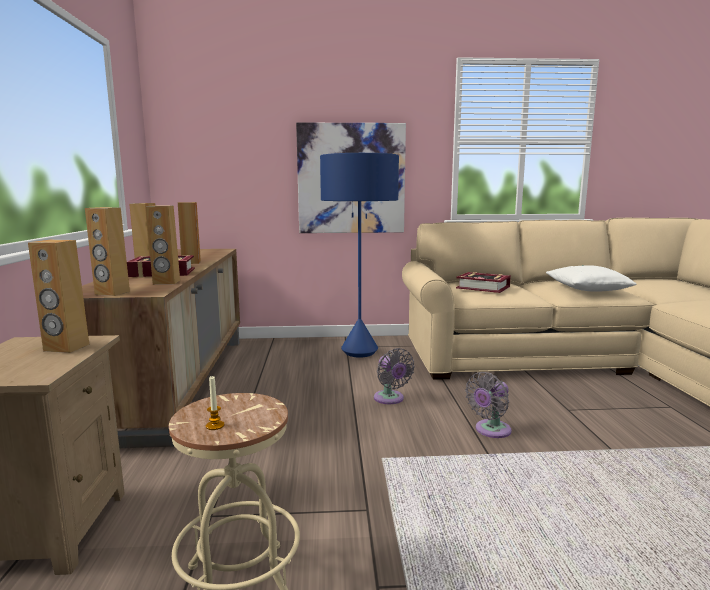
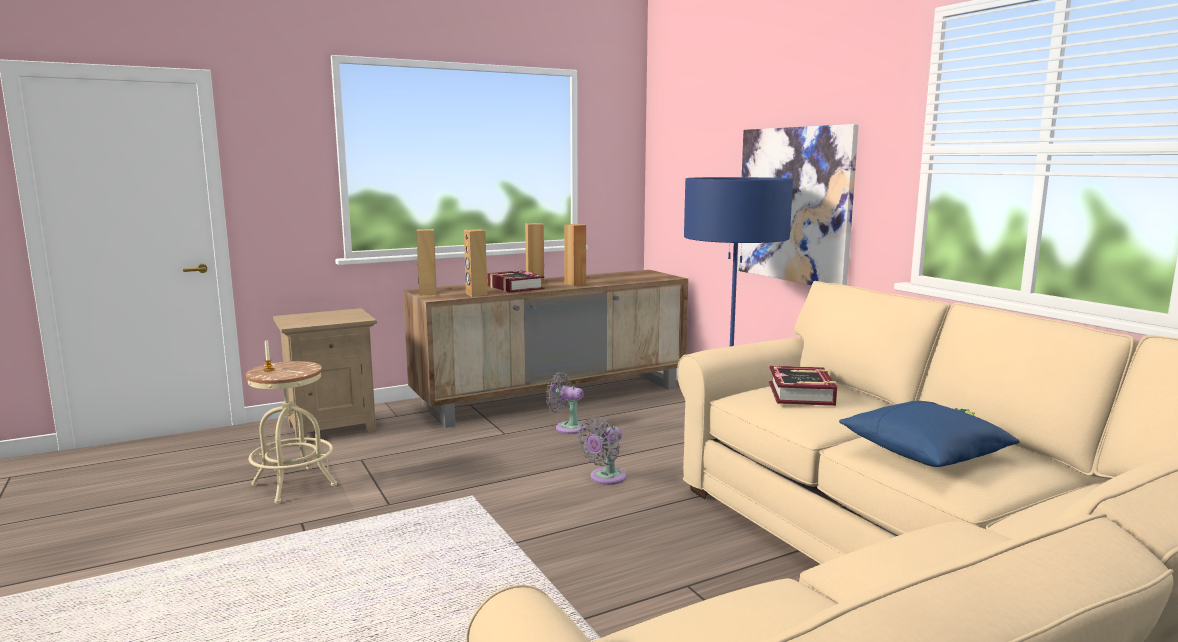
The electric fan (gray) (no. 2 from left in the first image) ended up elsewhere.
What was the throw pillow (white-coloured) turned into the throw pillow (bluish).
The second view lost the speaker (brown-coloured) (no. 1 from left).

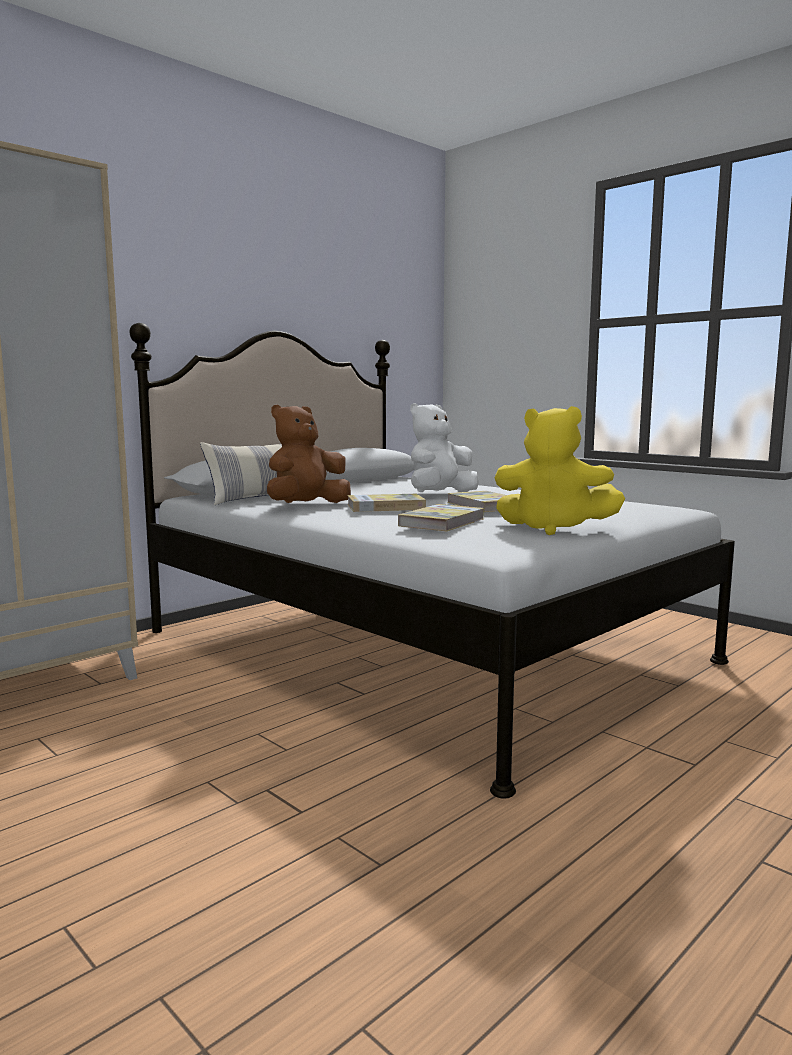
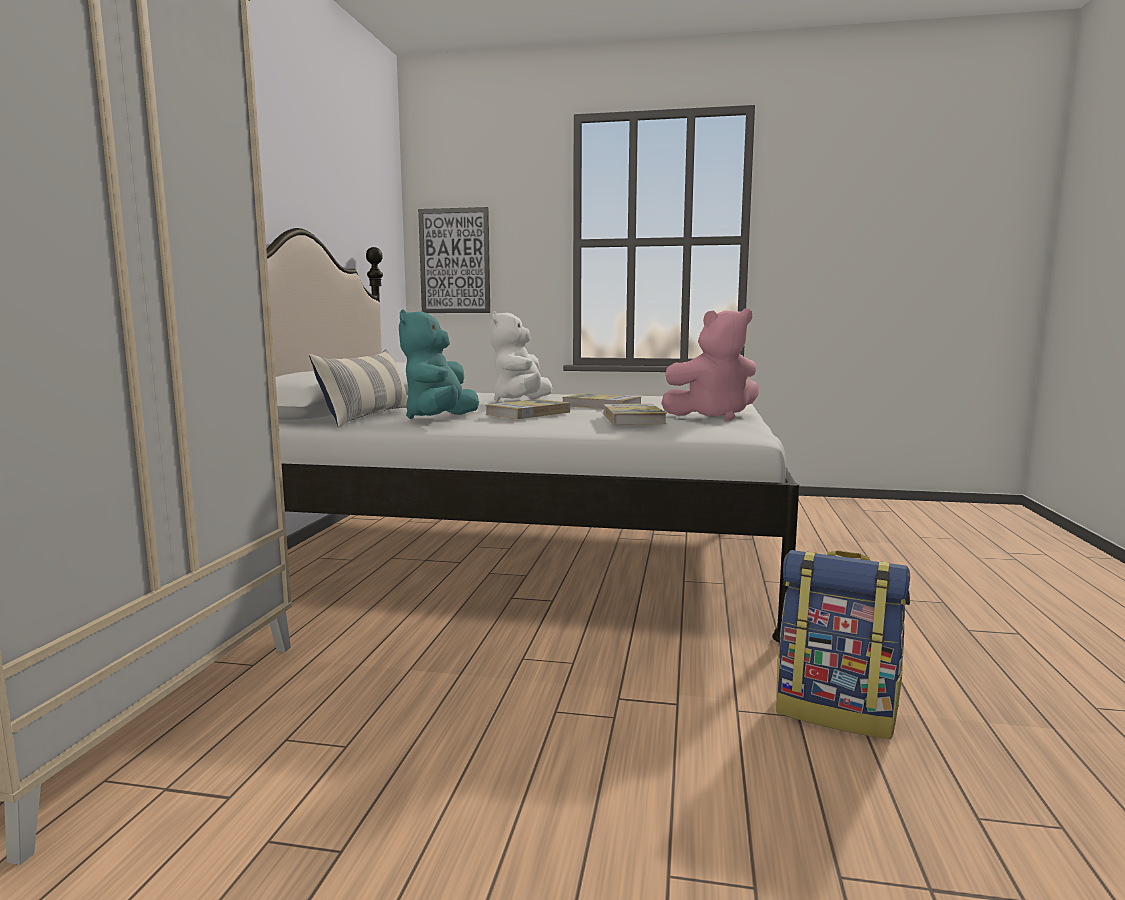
What was the cuddly toy (brown-coloured) turned into the cuddly toy (turquoise).
The second view gained the wall art.
What was the cuddly toy (yellow) turned into the cuddly toy (pinkish).
The second view gained the knapsack.

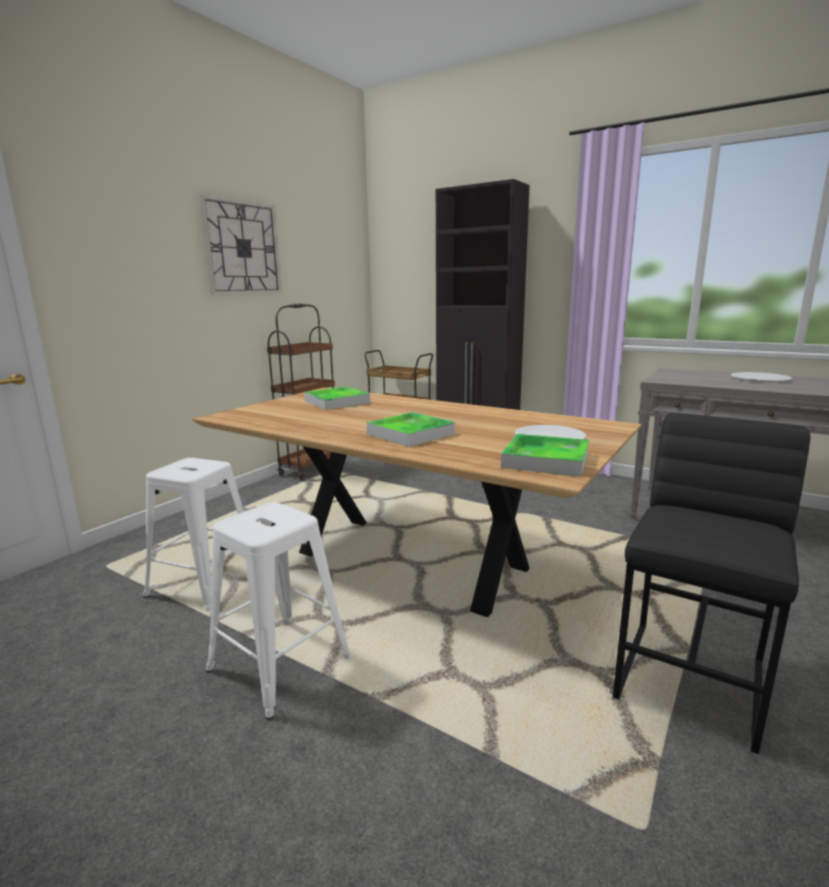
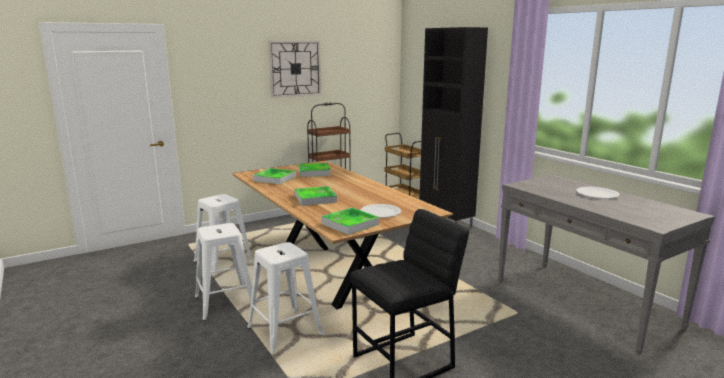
The second view gained the stool seat (white-coloured) (no. 3 from left).
The second view gained the tray (no. 1 from left).

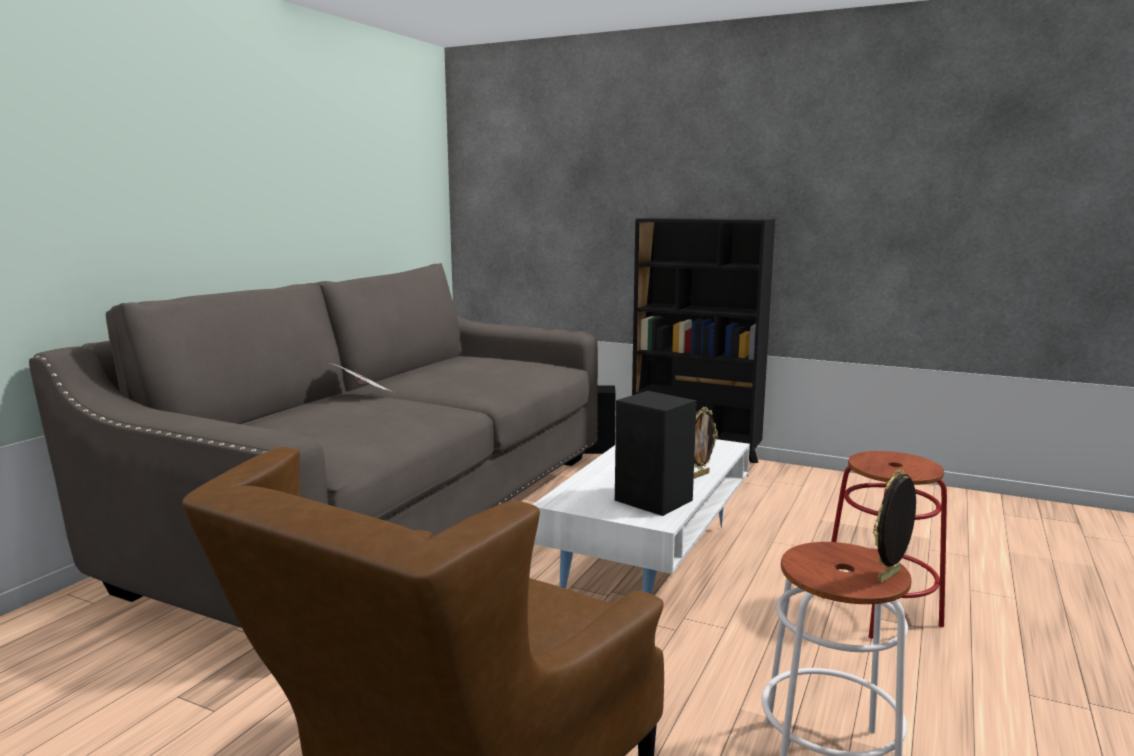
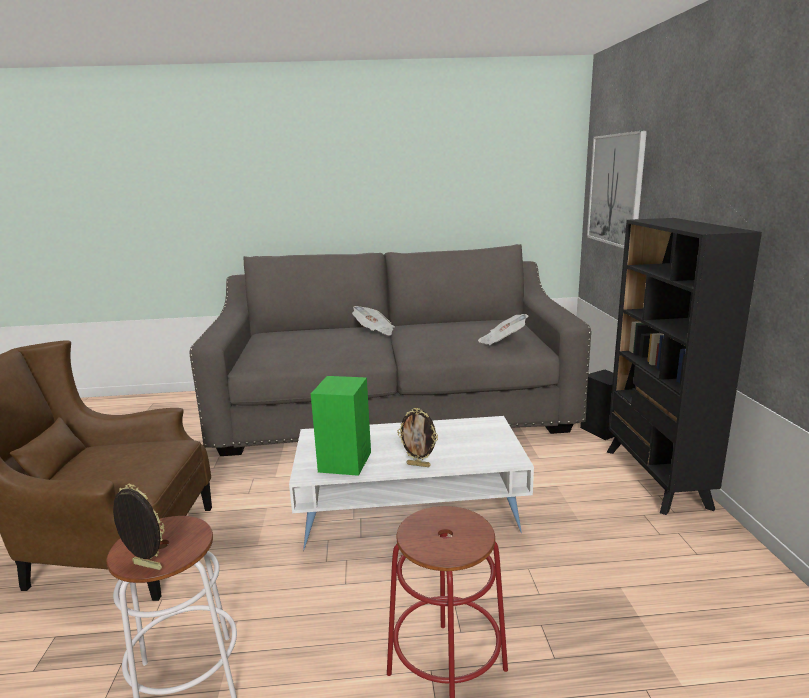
What was the speaker (black-coloured) (no. 2 from left) turned into the speaker (green-coloured).
The second view gained the printed paper (no. 2 from left).
The second view gained the wall art.

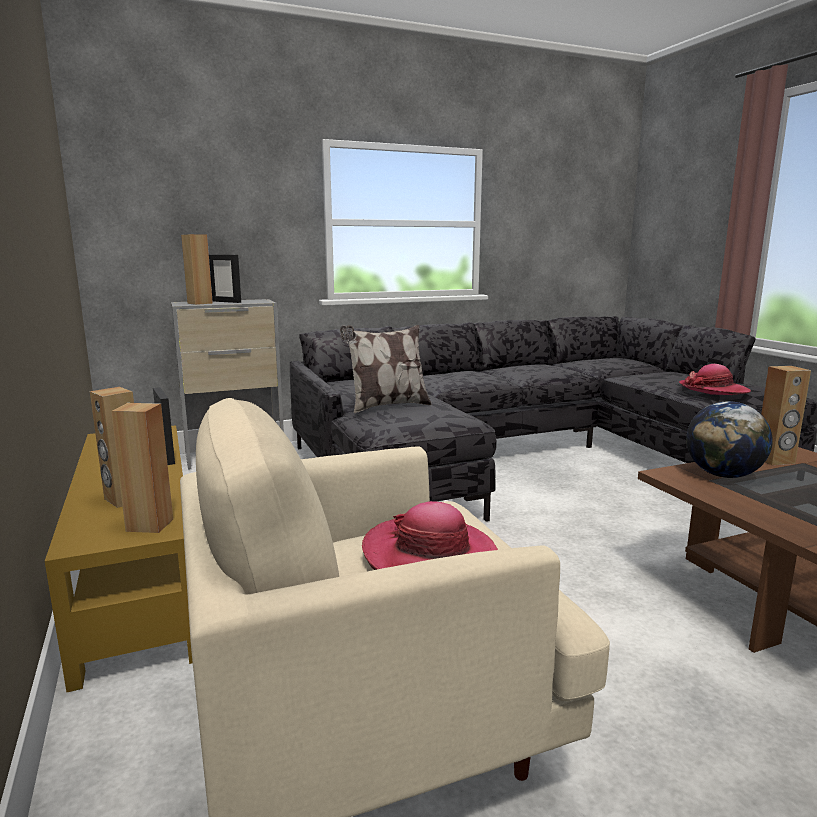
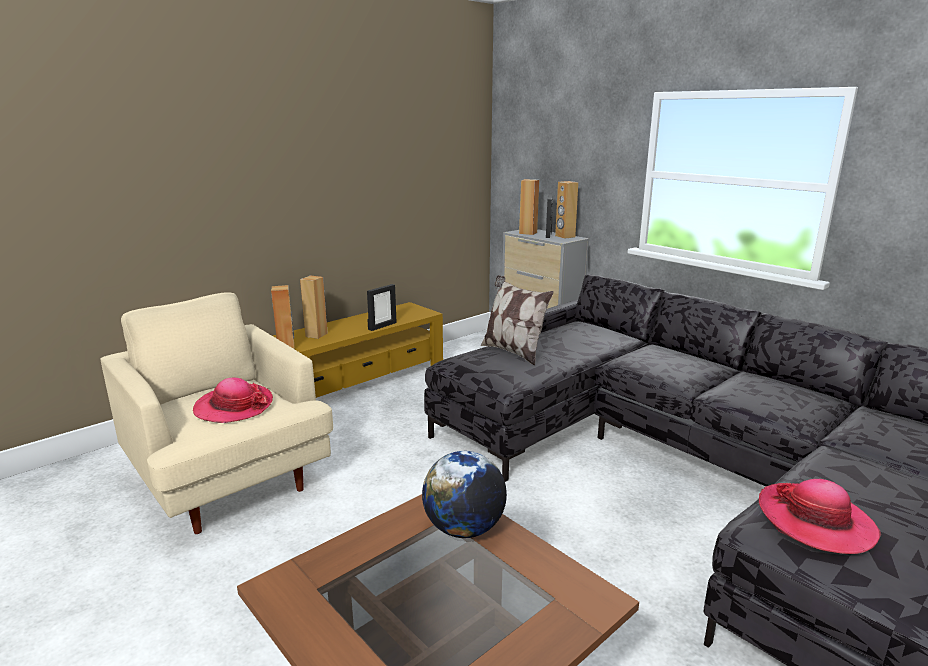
The speaker (brown-coloured) (no. 4 from left) ended up elsewhere.

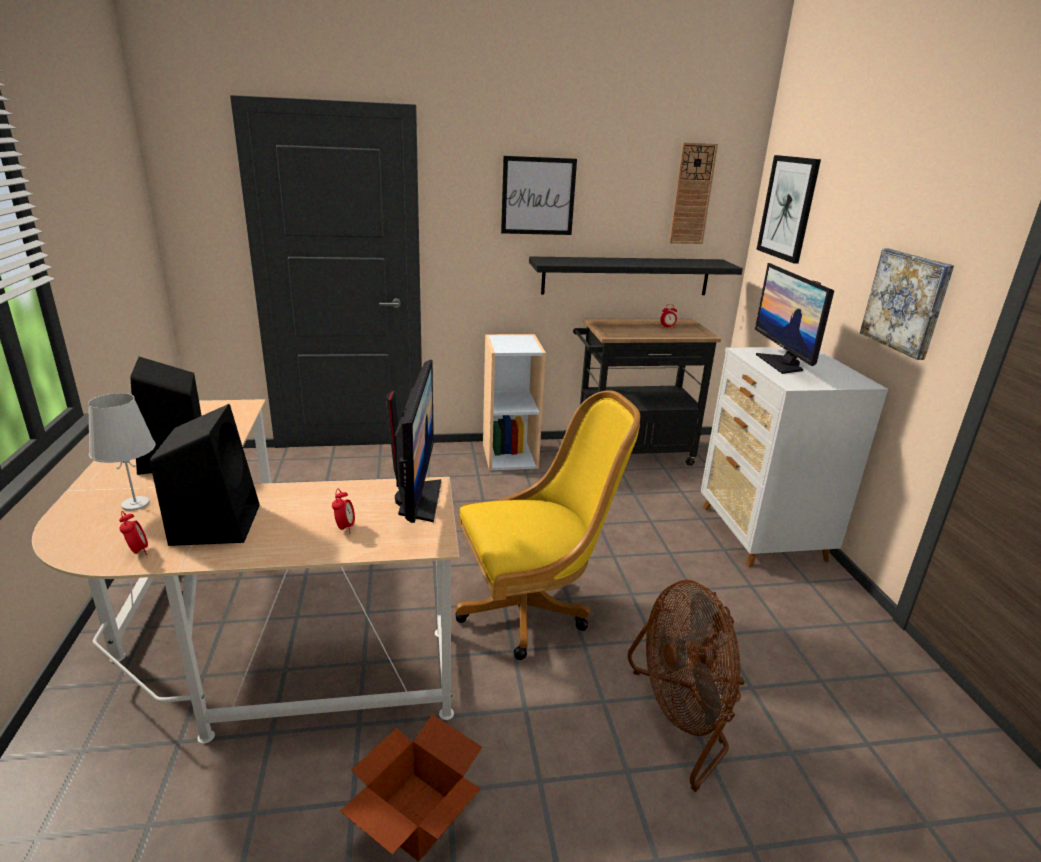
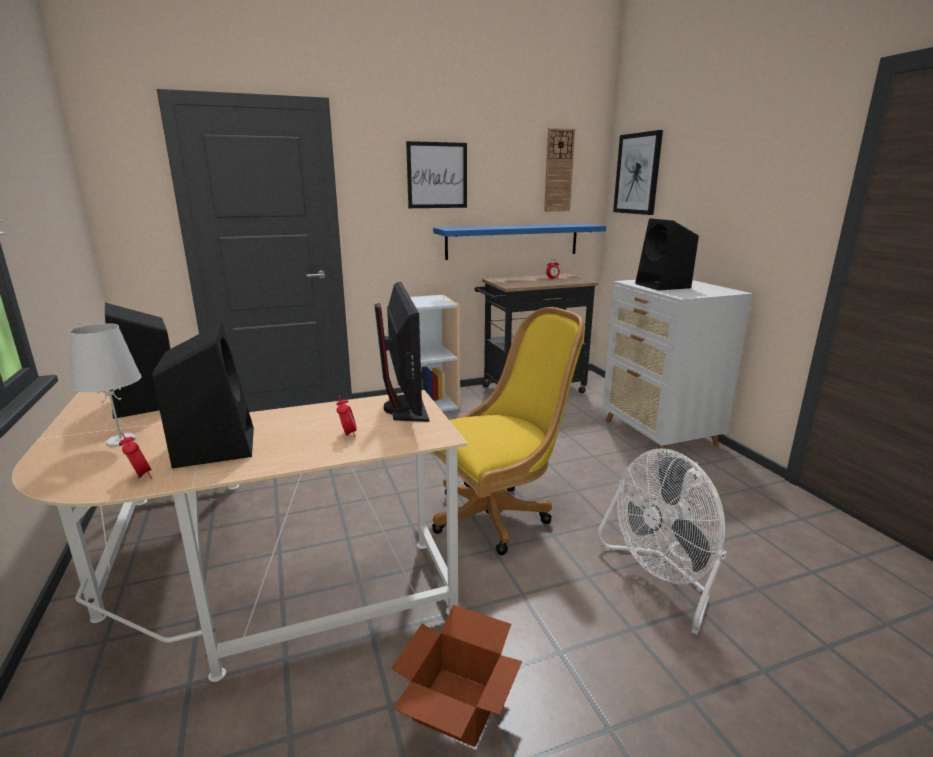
What was the wall shelf (black-coloured) turned into the wall shelf (bluish).
What was the electric fan (brown-coloured) turned into the electric fan (white-coloured).
Where the computer display (no. 2 from left) stood, the speaker (black-coloured) (no. 3 from left) came to stand.
The second view lost the wall art (no. 3 from left).

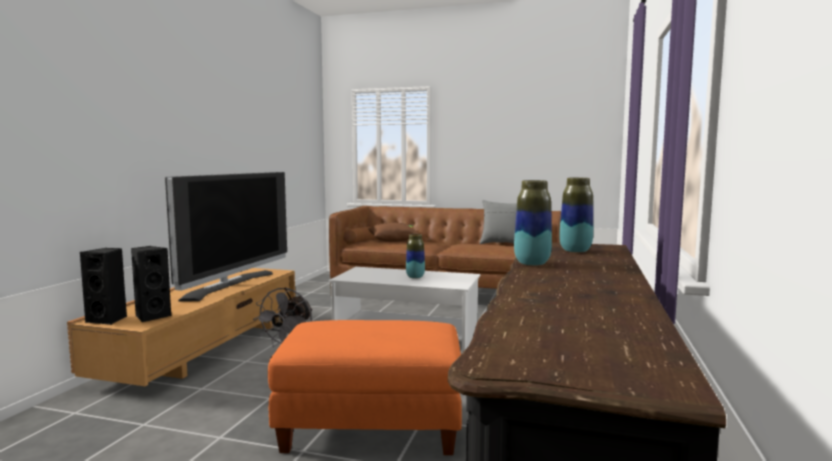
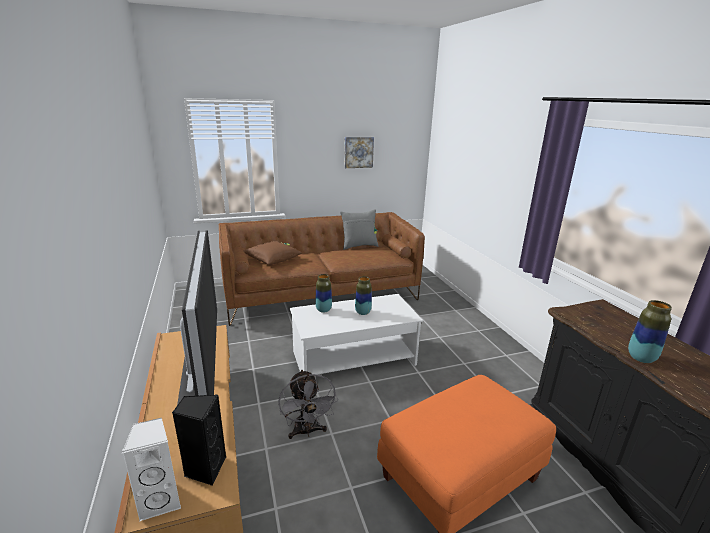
What was the speaker (black-coloured) (no. 1 from left) turned into the speaker (white-coloured).
The flower vase (no. 3 from left in the first image) ended up elsewhere.
The second view gained the wall art.

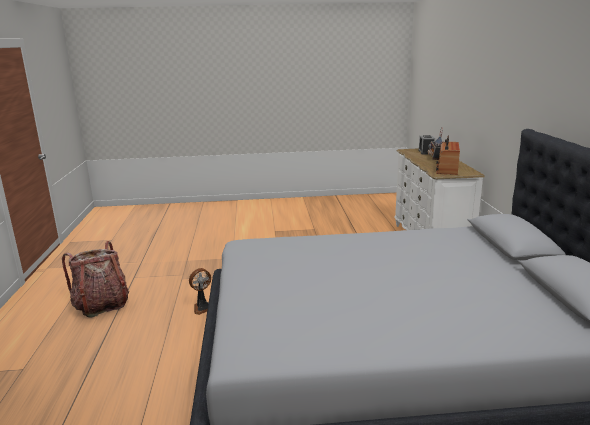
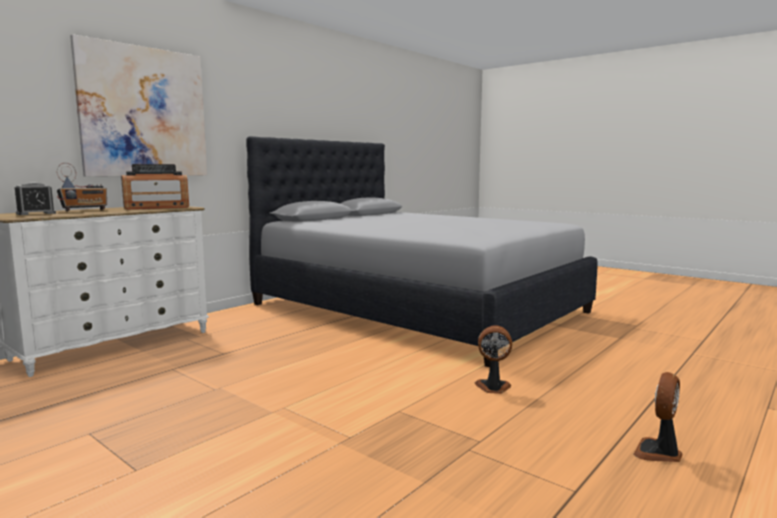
The second view gained the wall art.
Where the knapsack stood, the electric fan (no. 2 from left) came to stand.

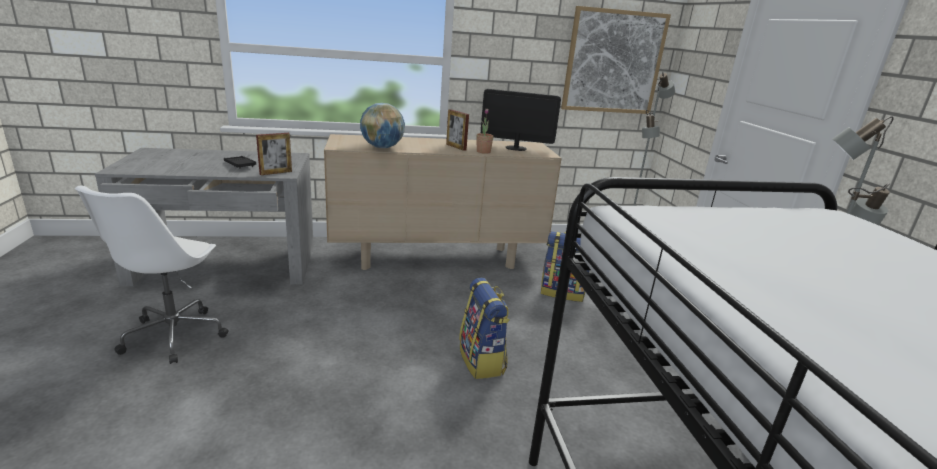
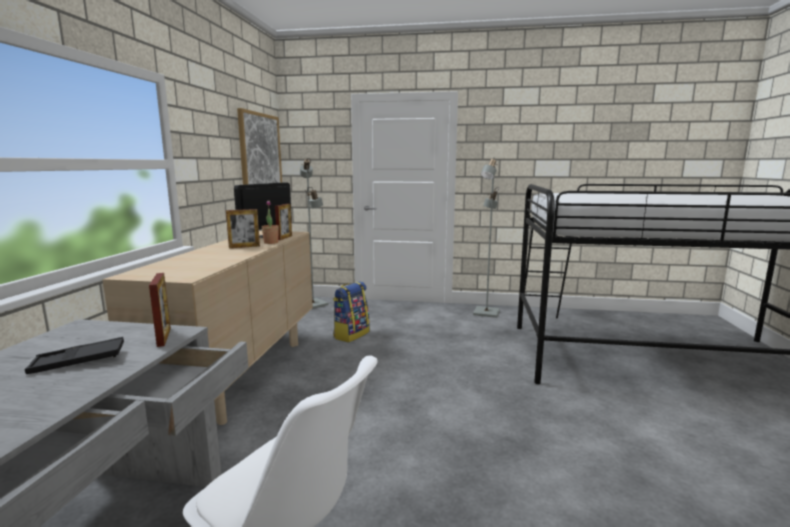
The second view gained the photo frame (no. 3 from left).
The second view lost the globe.
The second view lost the knapsack (no. 1 from left).

